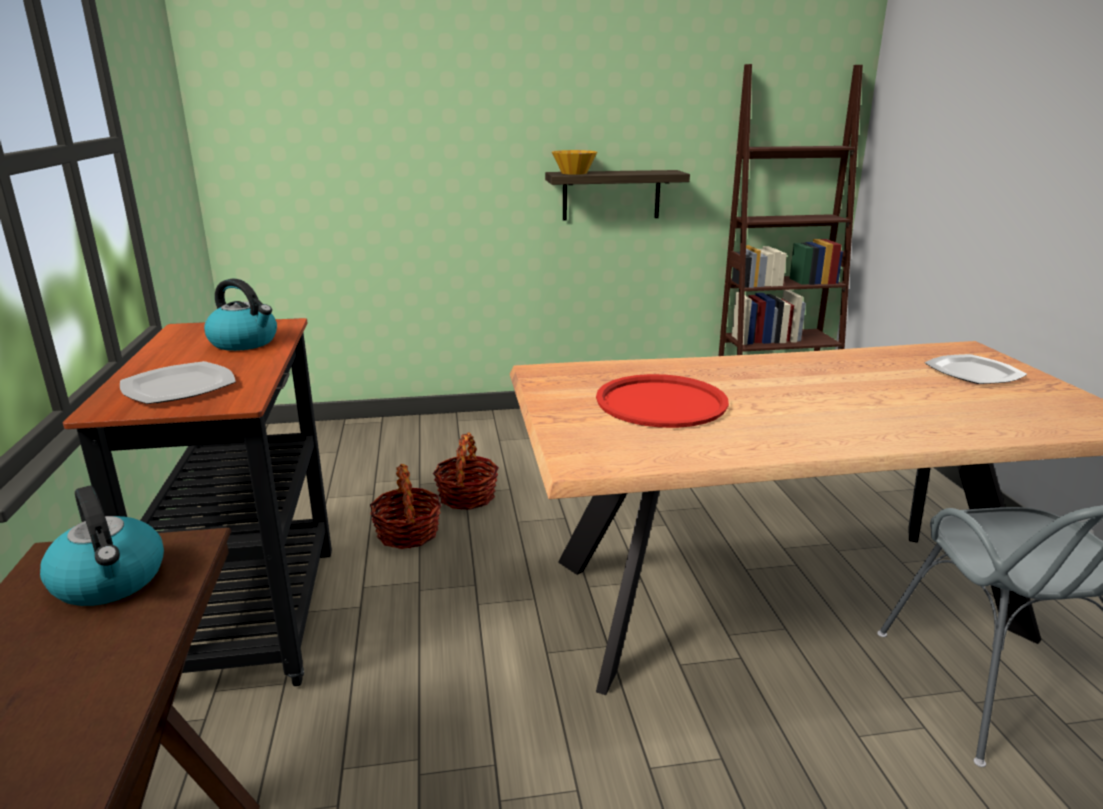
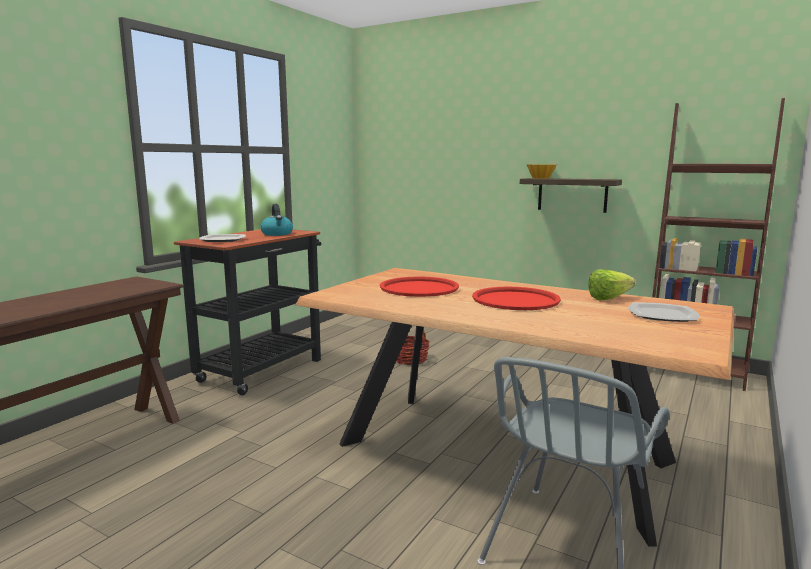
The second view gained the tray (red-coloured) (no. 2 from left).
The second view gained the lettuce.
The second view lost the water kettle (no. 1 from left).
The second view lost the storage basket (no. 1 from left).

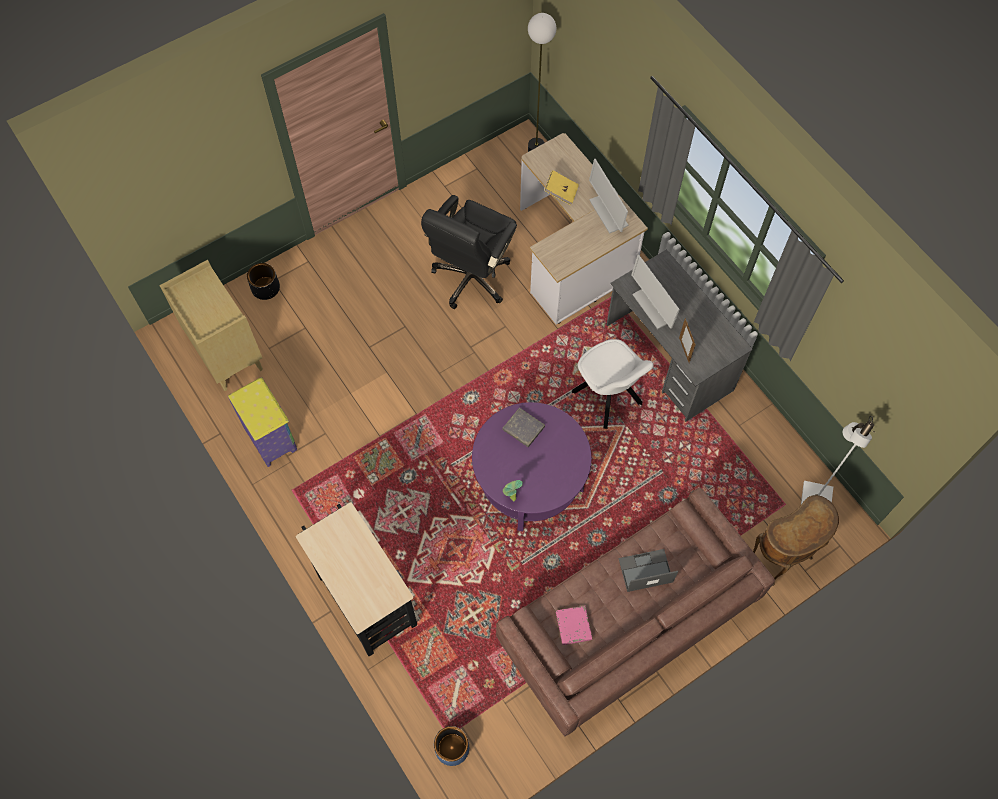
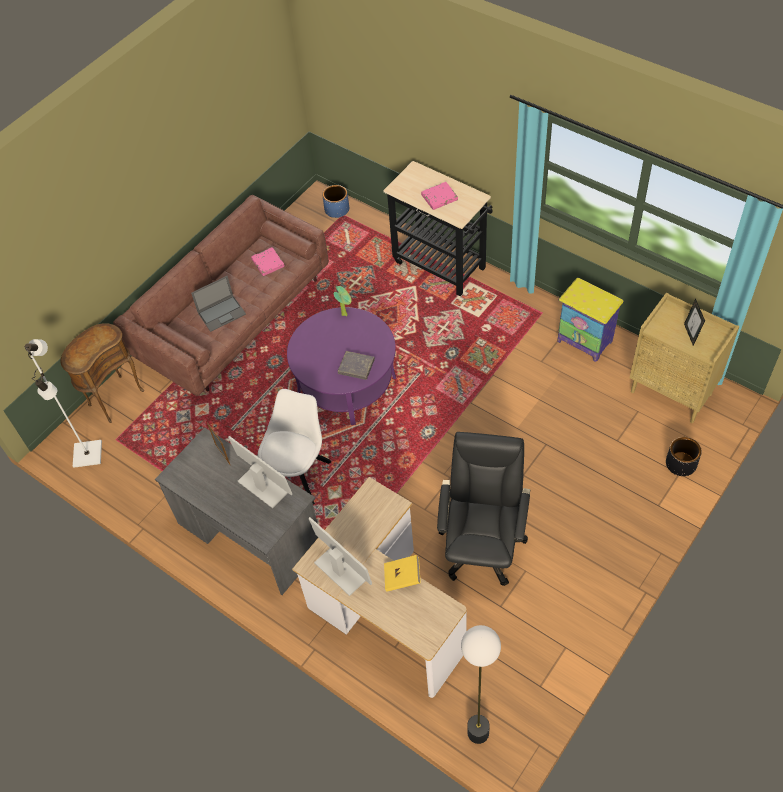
The upright chair (white-coloured) ended up facing another way, 75 degrees clockwise from before.
The second view gained the volume (pinkish) (no. 2 from left).
The second view gained the photo frame (no. 2 from left).

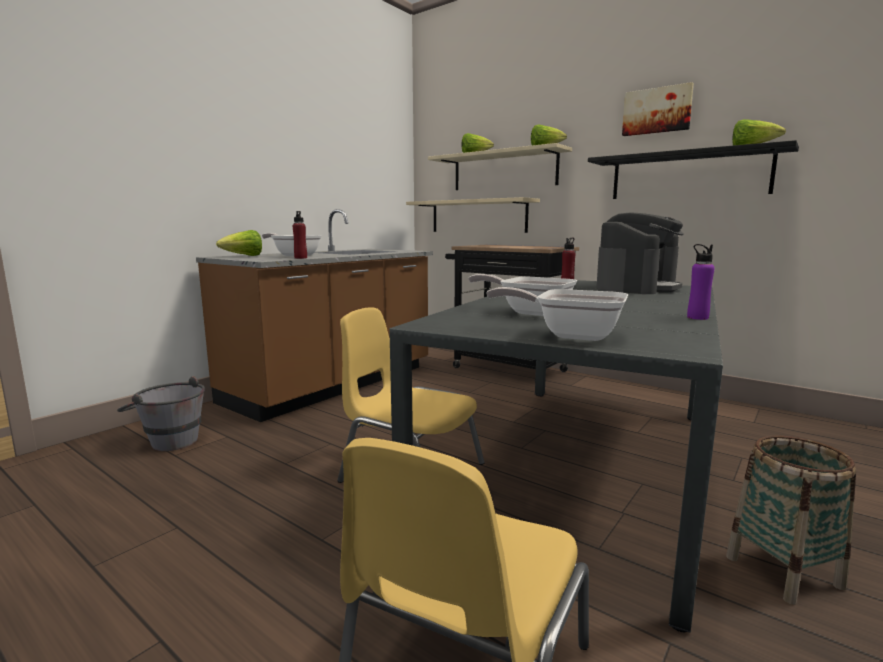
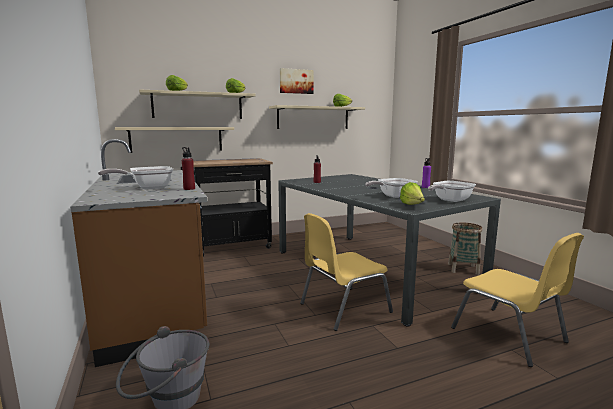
What was the wall shelf (black-coloured) turned into the wall shelf (beige) (no. 3 from left).
The lettuce (no. 1 from left in the first image) ended up elsewhere.
The second view lost the coffee brewer.

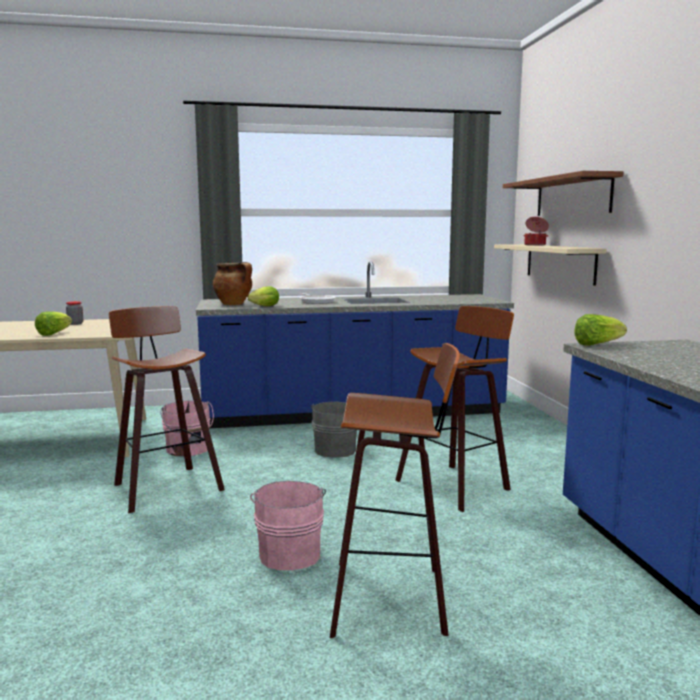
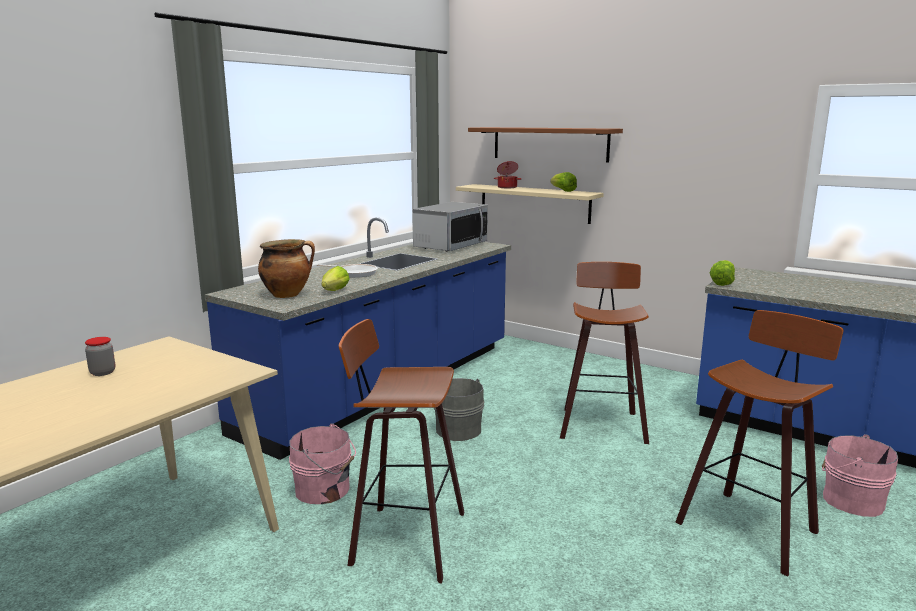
The second view gained the kitchen microwave.
The lettuce (no. 1 from left in the first image) ended up elsewhere.
The pail (pinkish) (no. 2 from left) ended up elsewhere.

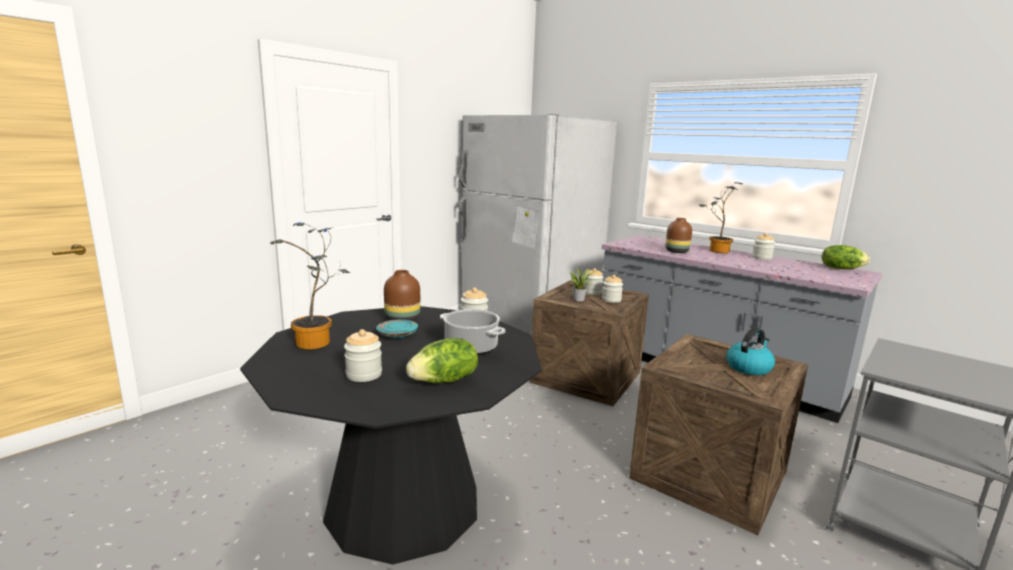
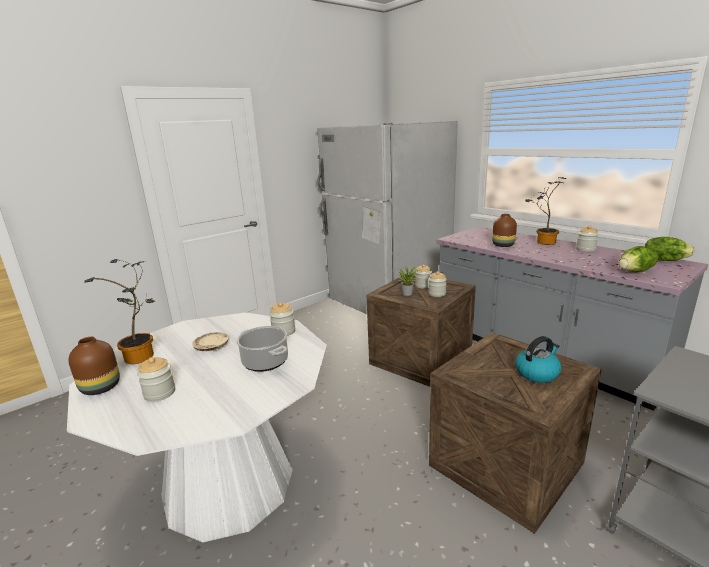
What was the kitchen table (black-coloured) turned into the kitchen table (white-coloured).
The flower vase (brown-coloured) (no. 1 from left) ended up elsewhere.
What was the plate (turquoise) turned into the plate (beige).
The lettuce (no. 1 from left) ended up elsewhere.

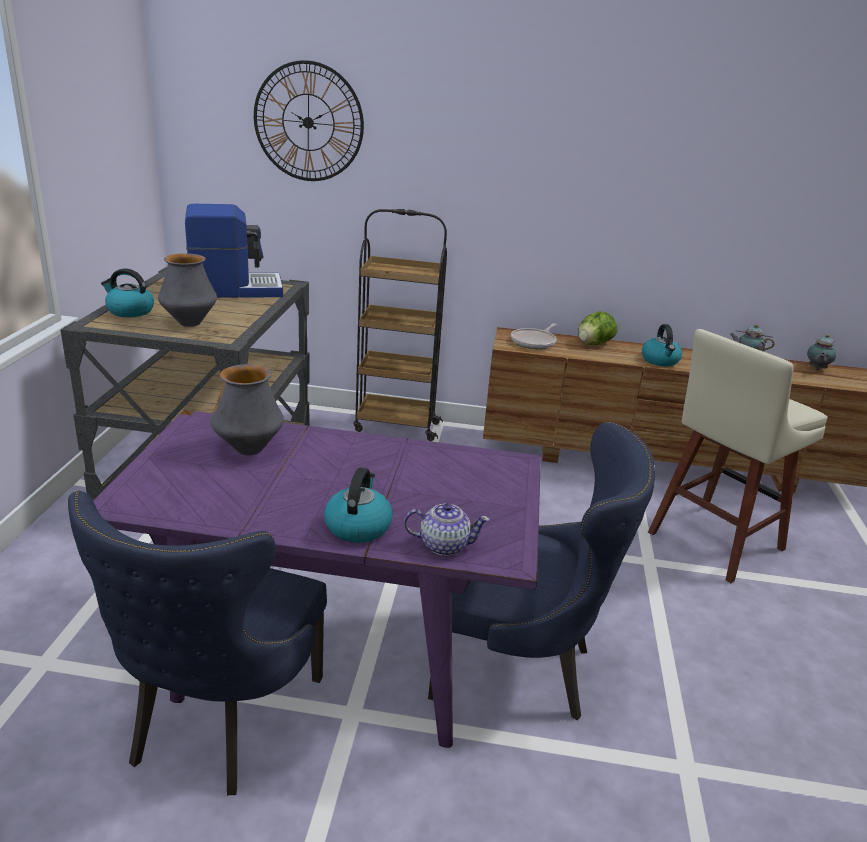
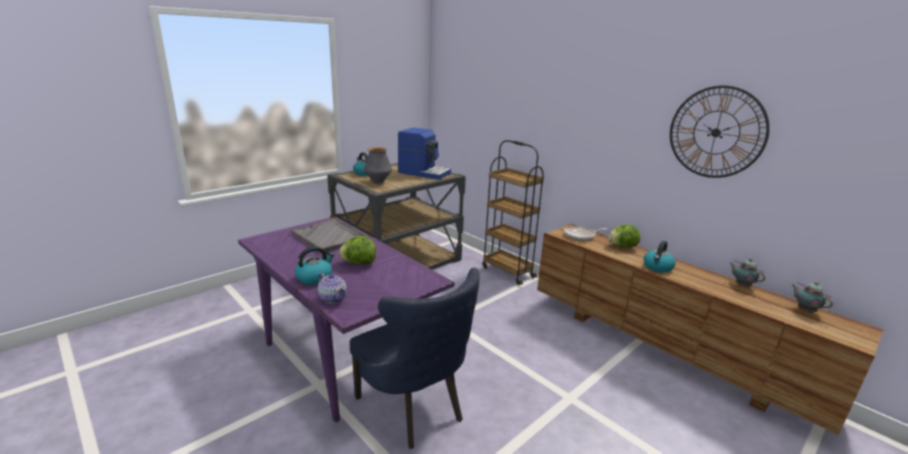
Where the flower vase (no. 2 from left) stood, the tray (gray) came to stand.
The second view gained the lettuce (no. 1 from left).
The wall clock ended up elsewhere.
The tea pot (no. 3 from left) ended up facing another way, 90 degrees clockwise from before.
The second view lost the upright chair (bluish) (no. 1 from left).
The second view lost the stool seat (beige).

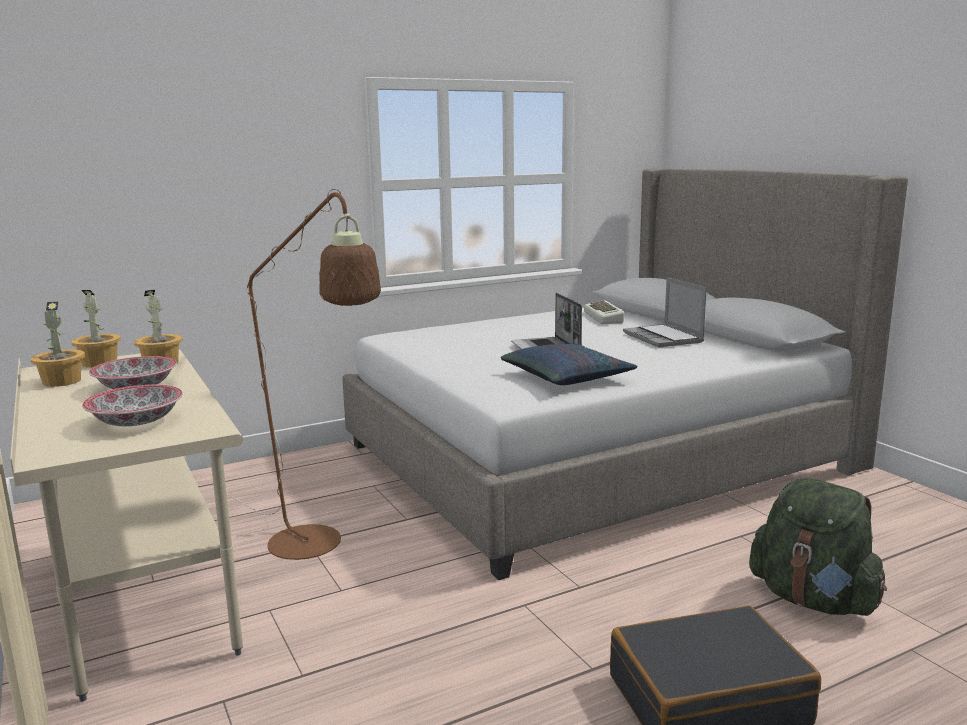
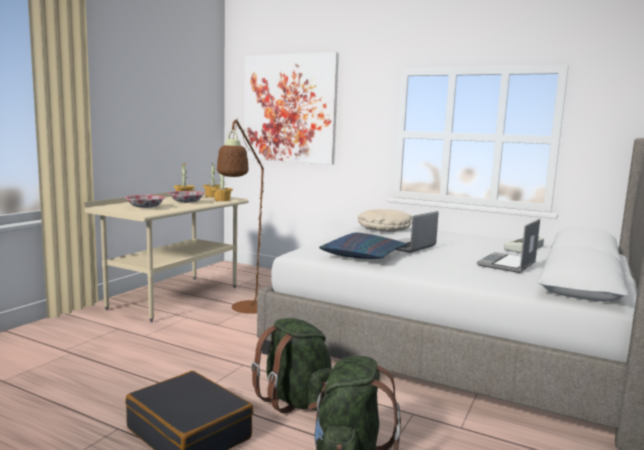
The second view gained the wall art.
The second view gained the knapsack (green-coloured) (no. 1 from left).
The second view gained the throw pillow (beige).

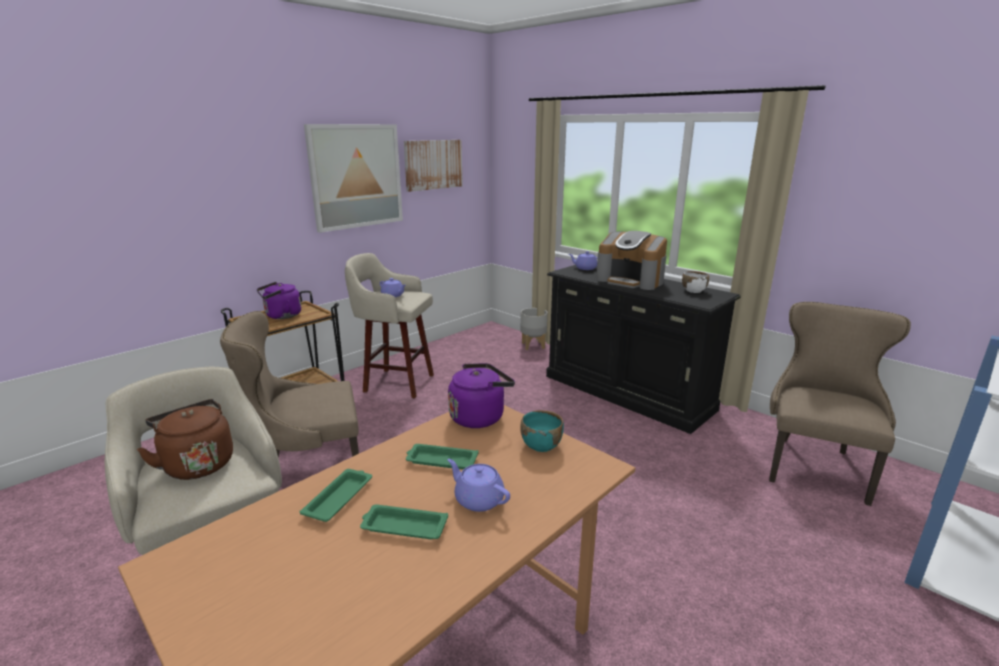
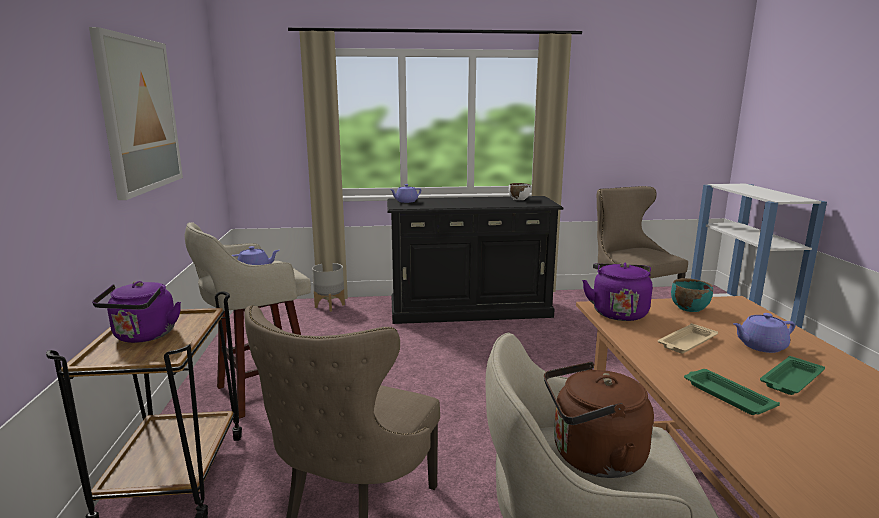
What was the tray (green-coloured) (no. 3 from left) turned into the tray (beige).
The second view lost the wall art (no. 2 from left).
The second view lost the coffee brewer.

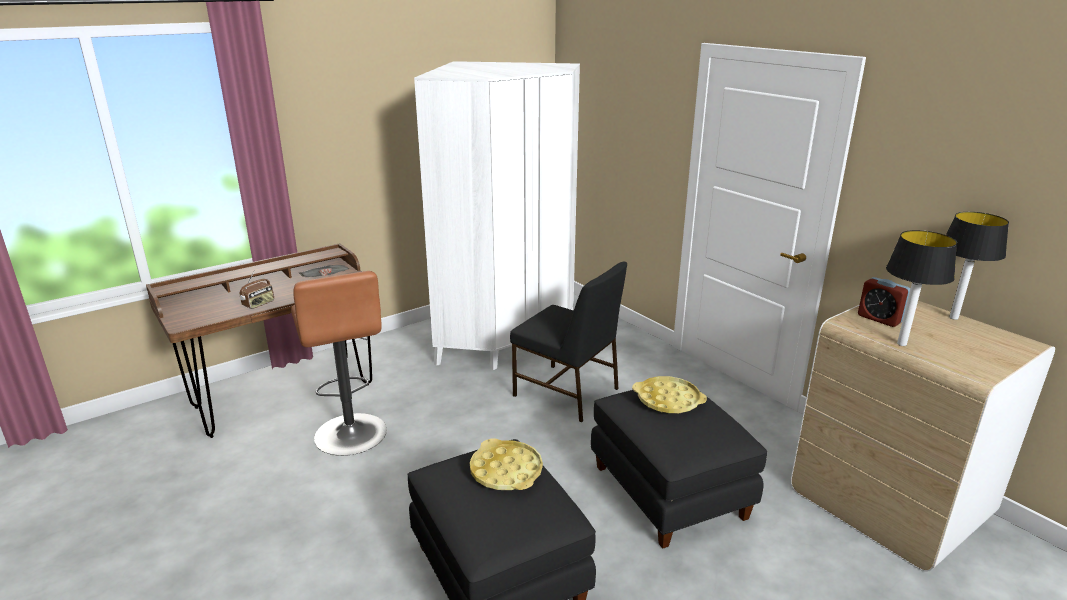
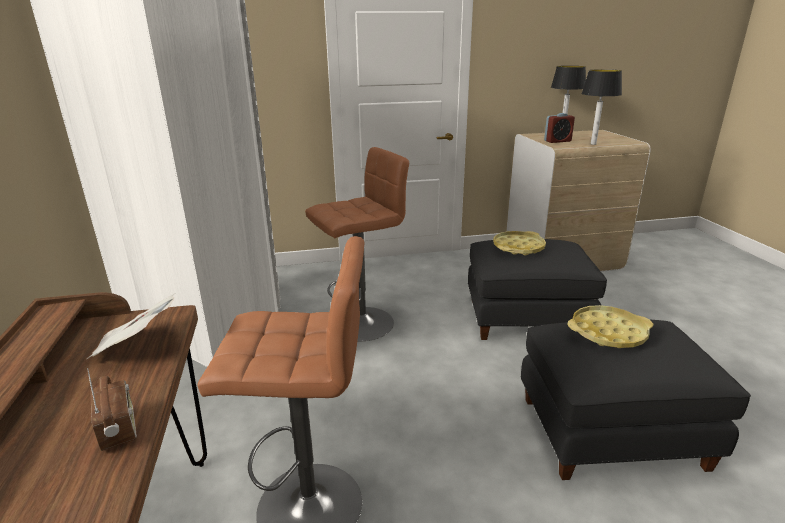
Where the upright chair (black-coloured) stood, the stool seat (brown-coloured) (no. 2 from left) came to stand.

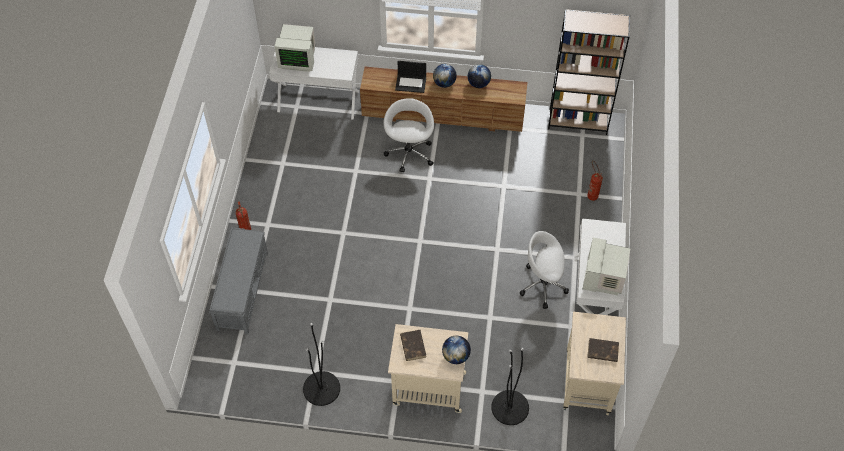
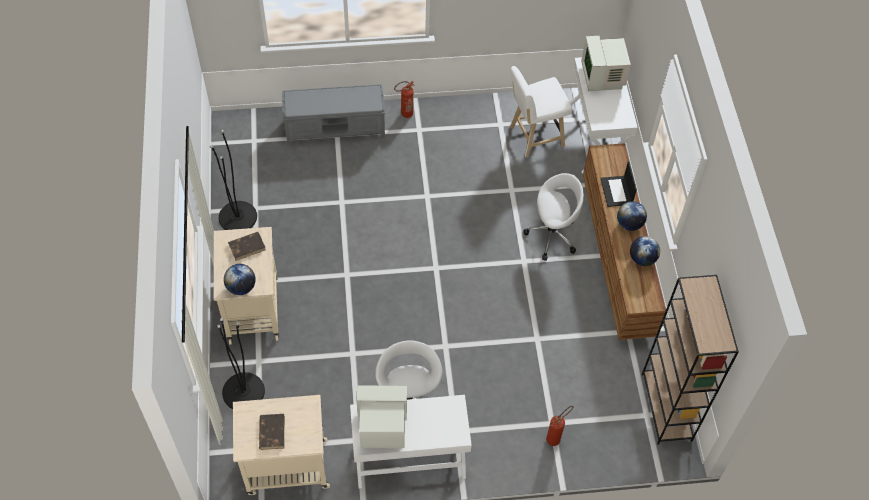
The second view gained the stool seat (white-coloured).

